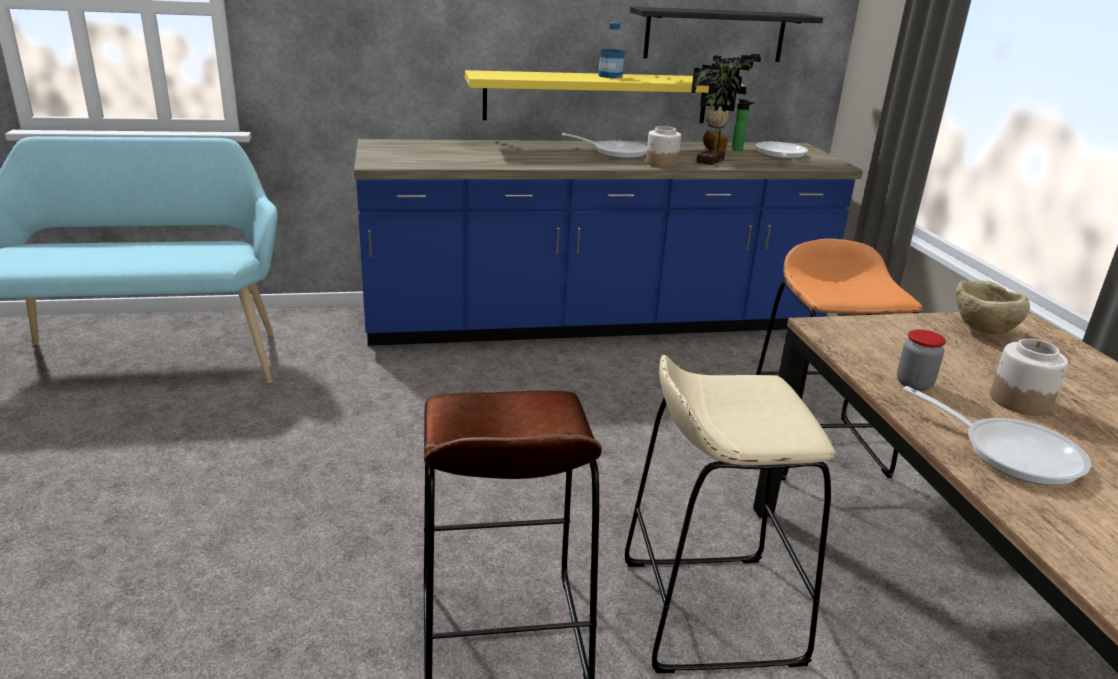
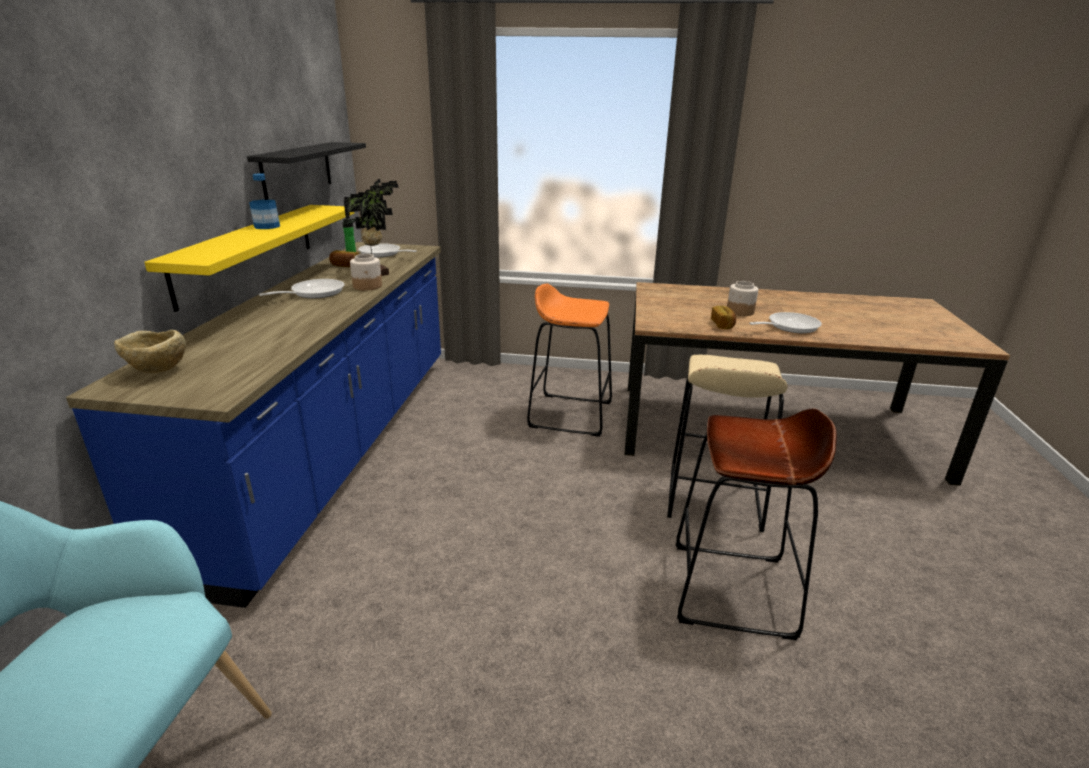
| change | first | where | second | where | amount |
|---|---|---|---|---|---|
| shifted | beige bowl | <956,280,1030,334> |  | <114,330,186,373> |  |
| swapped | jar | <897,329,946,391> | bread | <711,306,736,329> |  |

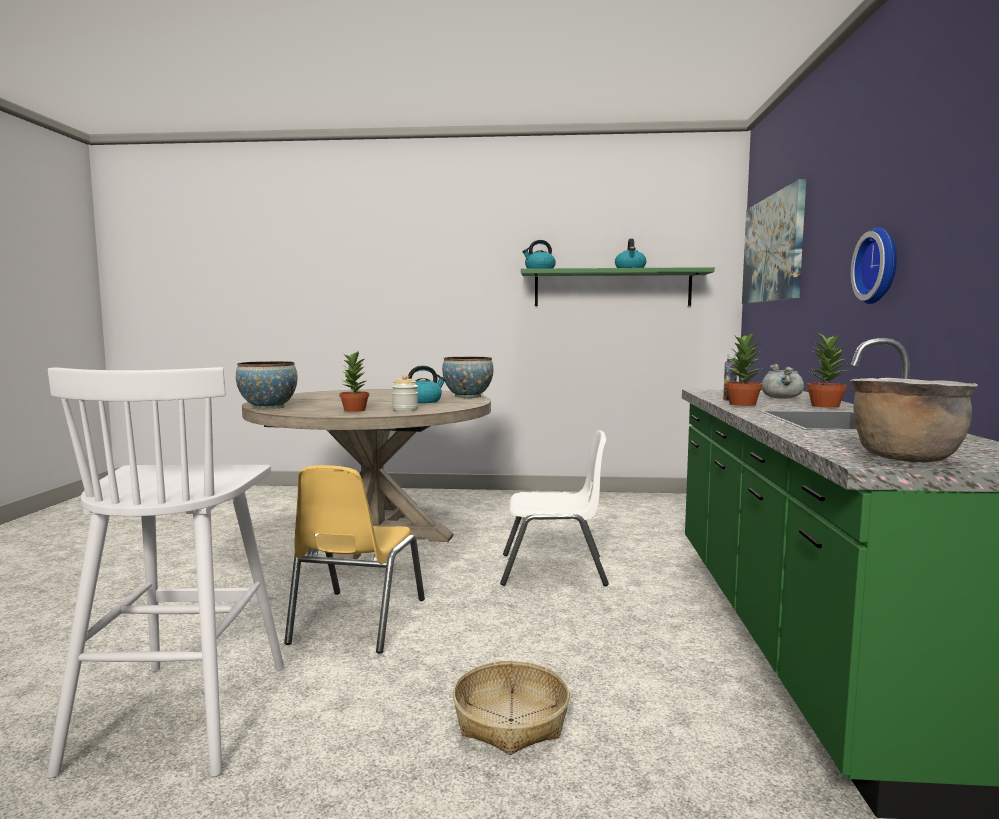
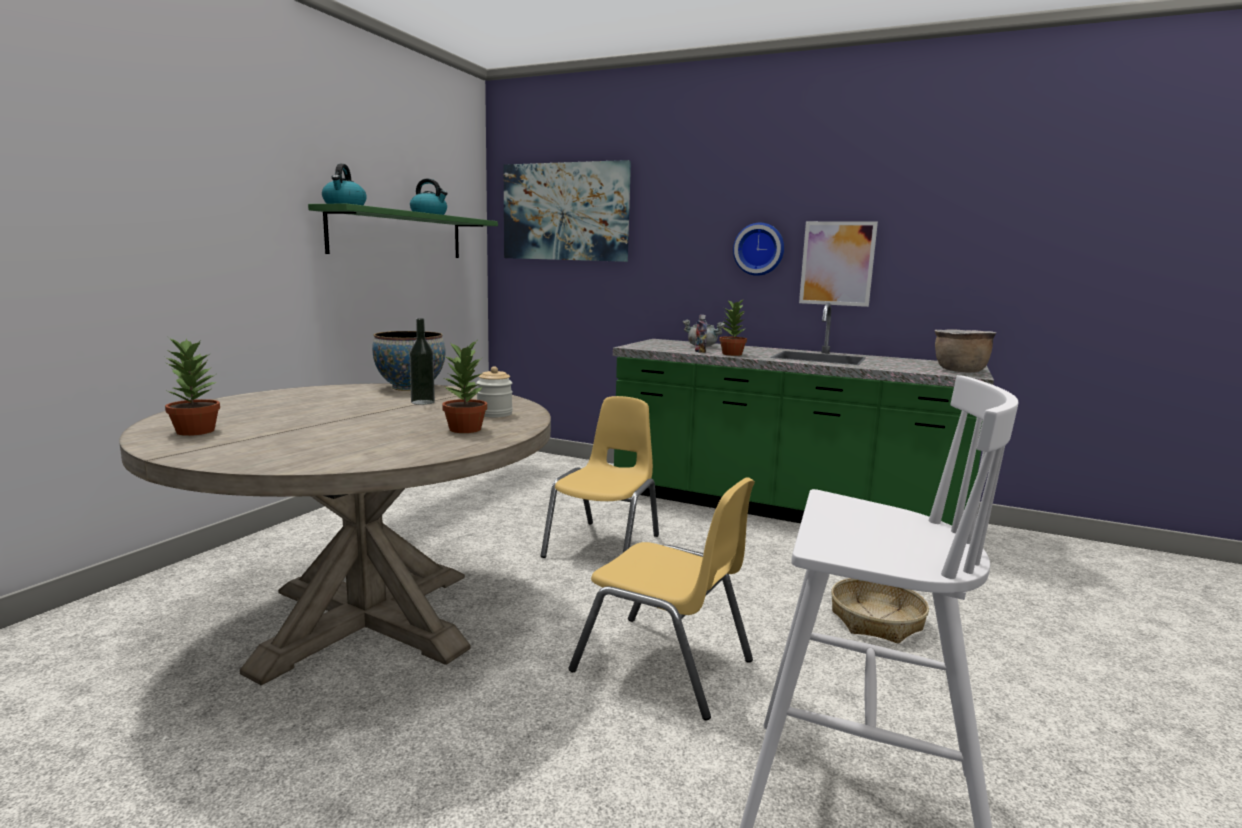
| change | first | where | second | where | amount |
|---|---|---|---|---|---|
| shifted | potted plant | <807,334,850,408> |  | <165,337,220,436> |  |
| gone | bowl | <236,361,297,410> |  |  |  |
| swapped | kettle | <408,366,446,403> | bottle | <409,318,435,405> |  |
| repainted | white chair | <500,430,609,586> | yellow chair | <541,396,659,558> |  |
| new |  |  | picture | <799,221,878,307> |  |

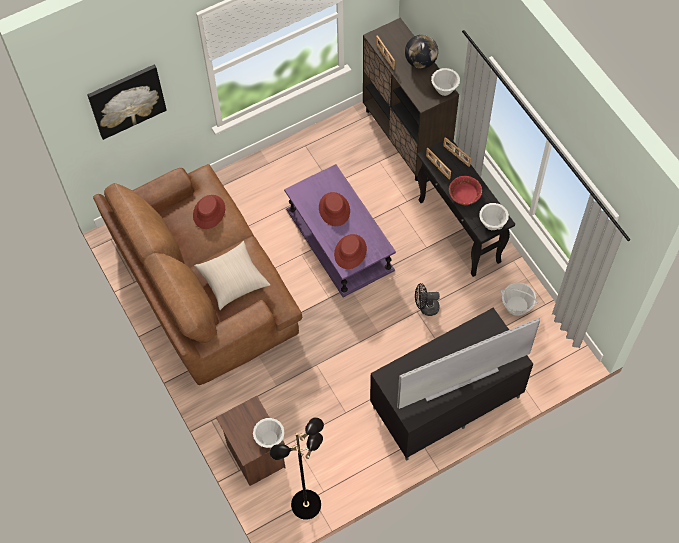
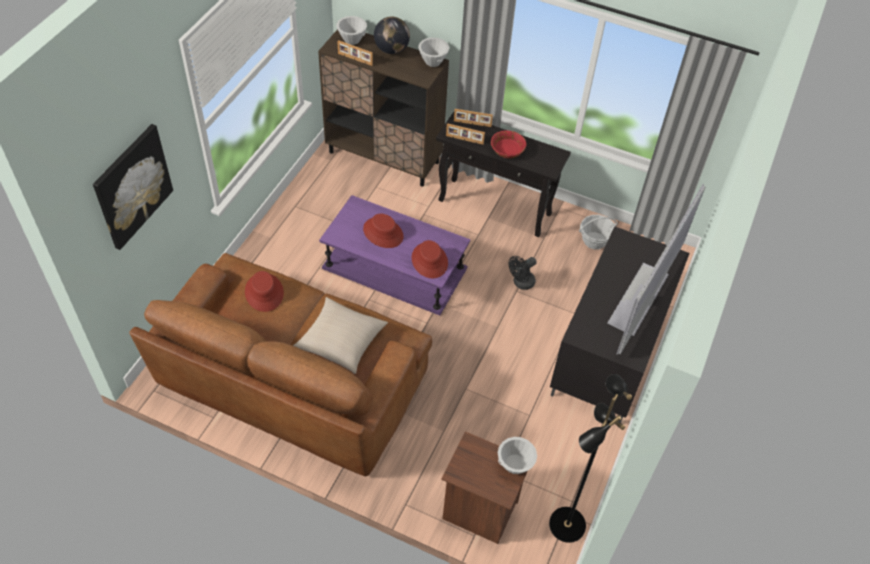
| change | first | where | second | where | amount |
|---|---|---|---|---|---|
| shifted | white bowl | <479,203,509,230> |  | <336,16,367,45> |  |

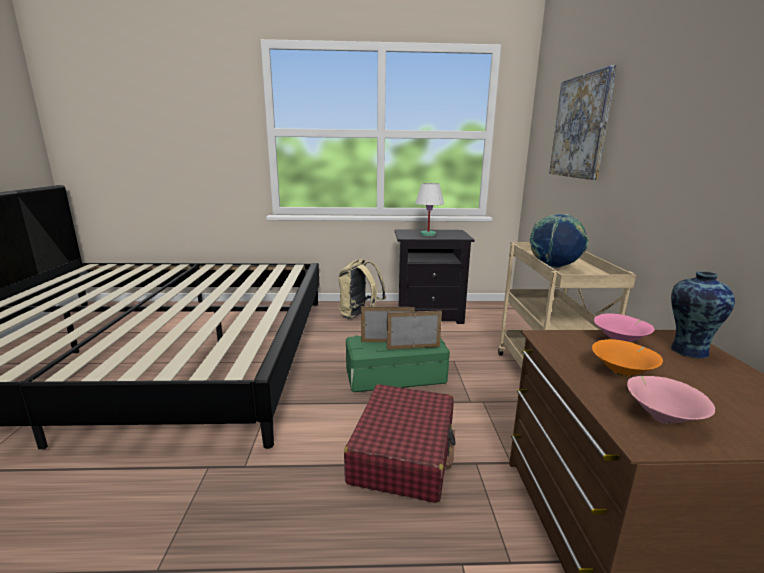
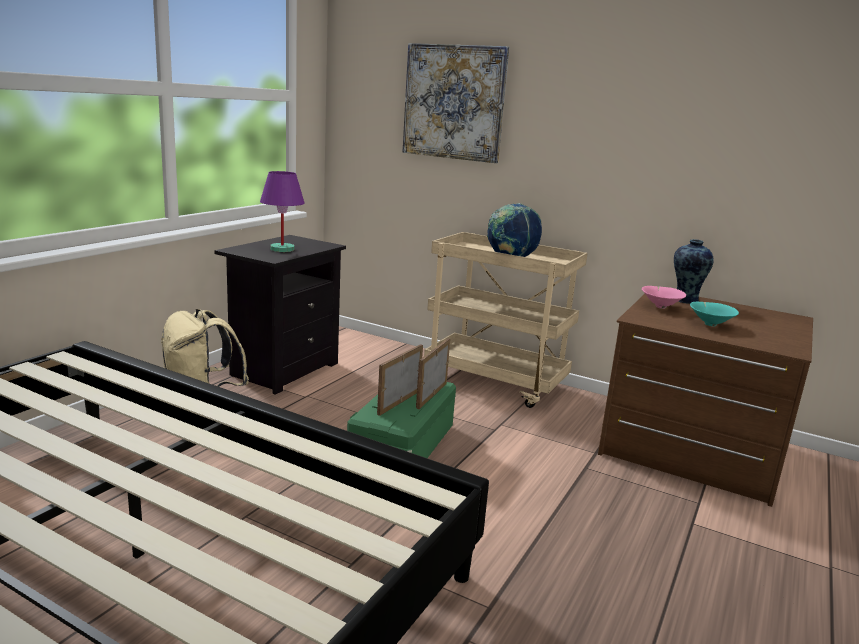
| change | first | where | second | where | amount |
|---|---|---|---|---|---|
| repainted | white table lamp | <415,183,444,236> | purple table lamp | <260,171,305,252> |  |
| repainted | orange bowl | <592,339,663,378> | turquoise bowl | <690,302,739,327> |  |
| gone | pink bowl | <627,376,715,424> |  |  |  |
| gone | red suitcase | <344,384,455,503> |  |  |  |

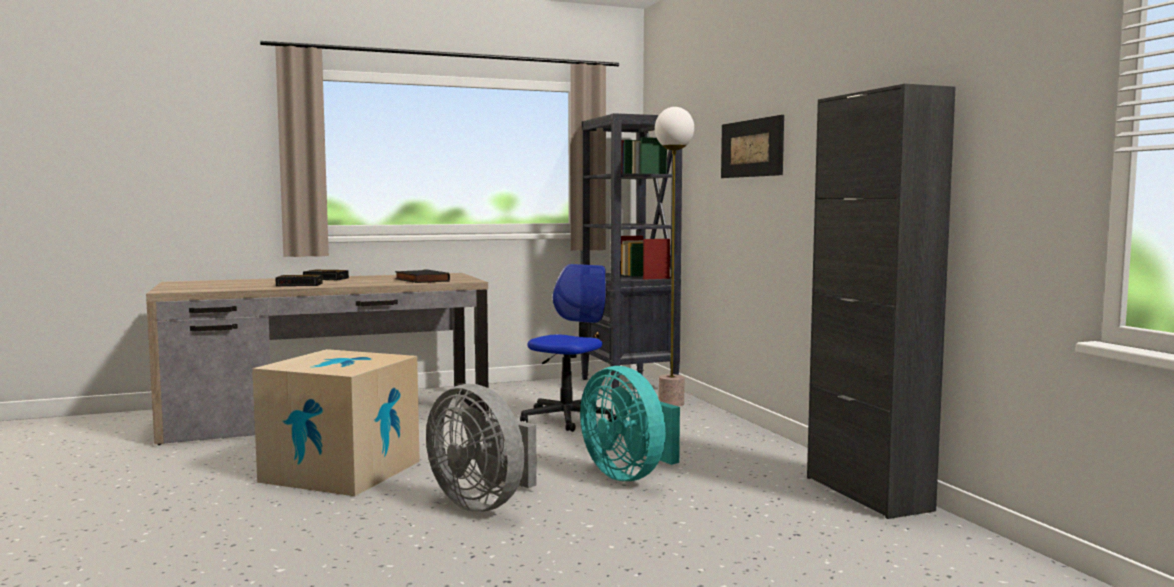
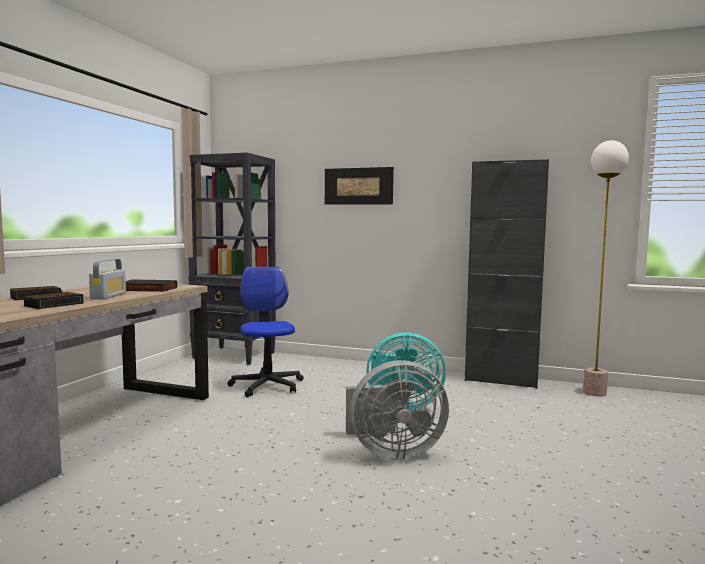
| change | first | where | second | where | amount |
|---|---|---|---|---|---|
| shifted | floor lamp | <655,107,694,406> |  | <583,140,629,396> |  |
| gone | cardboard box | <252,349,420,496> |  |  |  |
| new |  |  | radio | <89,259,126,299> |  |

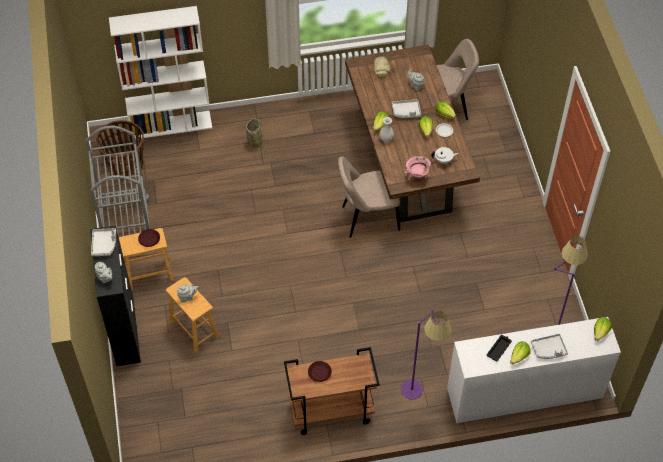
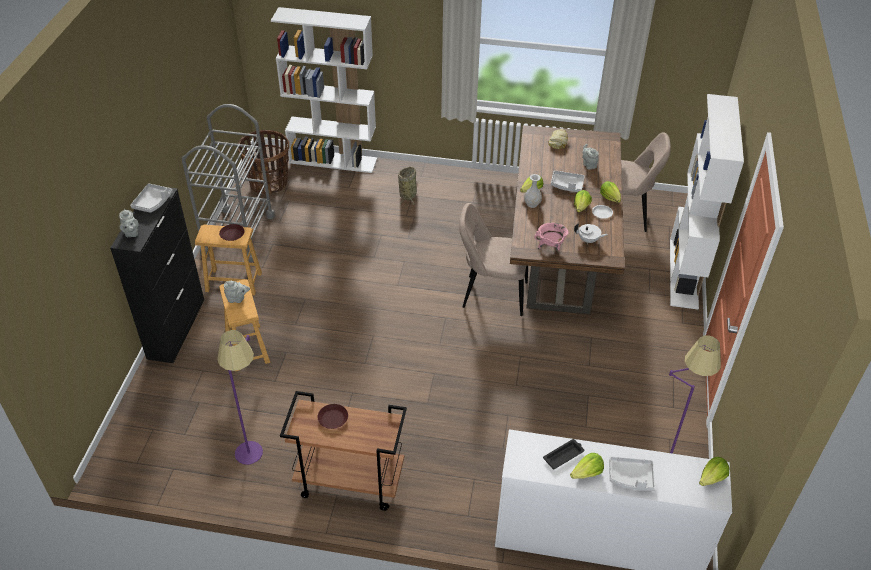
| change | first | where | second | where | amount |
|---|---|---|---|---|---|
| shifted | purple floor lamp | <401,309,451,400> |  | <217,330,263,465> |  |
| new |  |  | white bookcase | <670,94,744,310> |  |

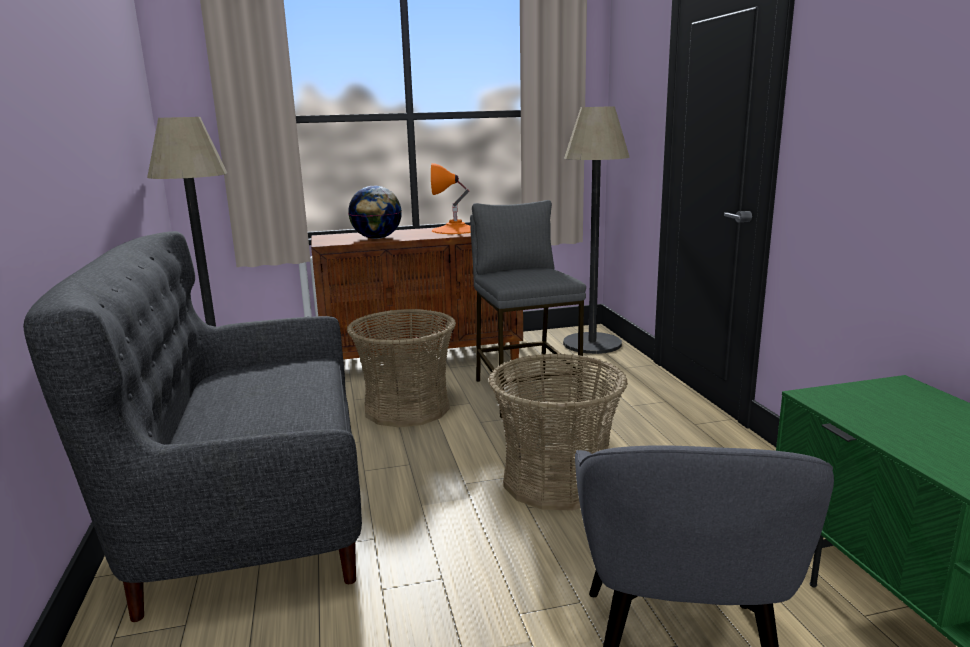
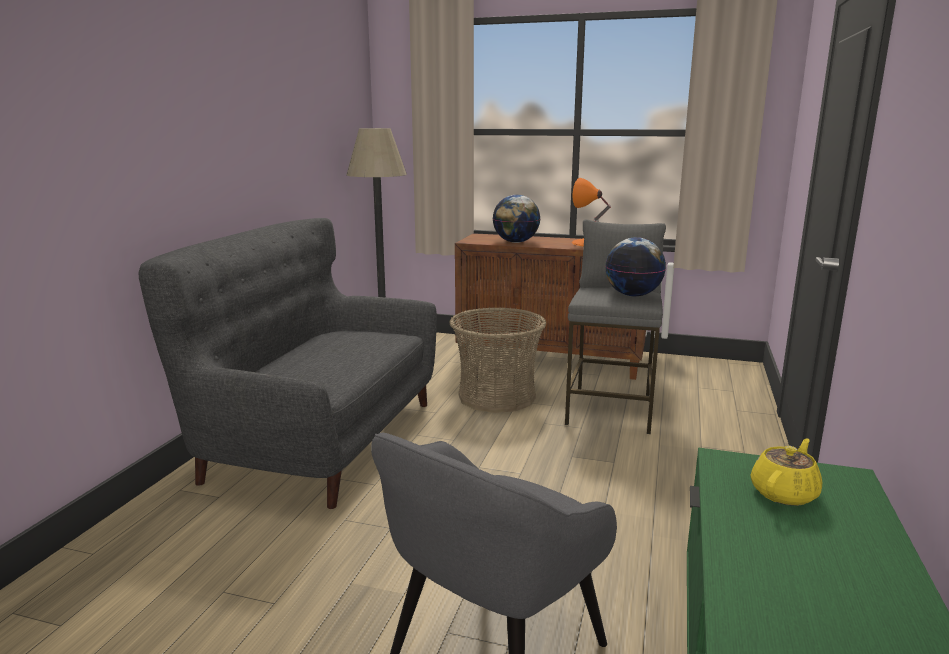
| change | first | where | second | where | amount |
|---|---|---|---|---|---|
| gone | floor lamp | <563,106,630,354> |  |  |  |
| gone | basket | <488,354,628,511> |  |  |  |
| new |  |  | globe | <605,237,666,296> |  |
| new |  |  | yellow teapot | <750,439,822,506> |  |

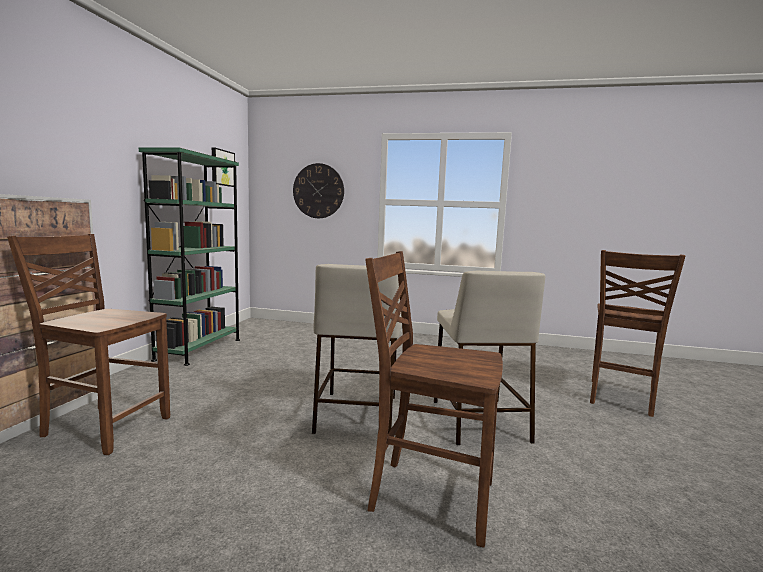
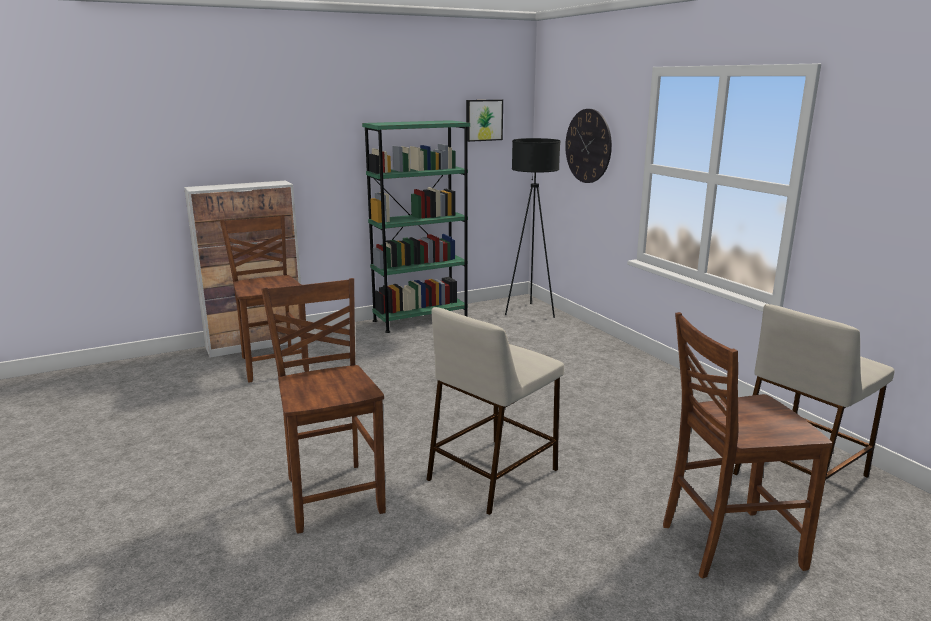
| change | first | where | second | where | amount |
|---|---|---|---|---|---|
| shifted | beige stool | <312,264,402,434> |  | <733,304,895,480> |  |
| new |  |  | black floor lamp | <505,138,561,318> |  |

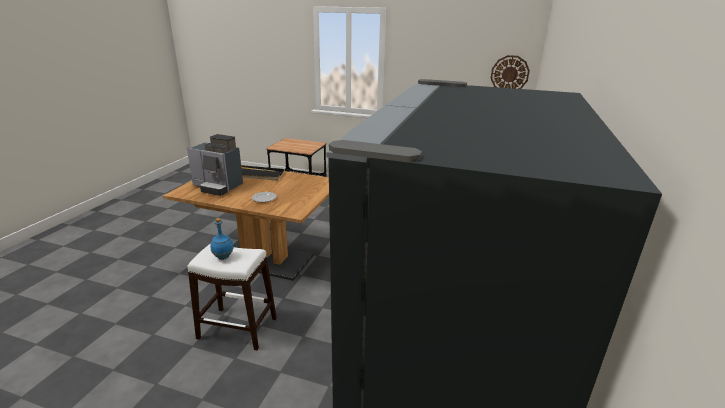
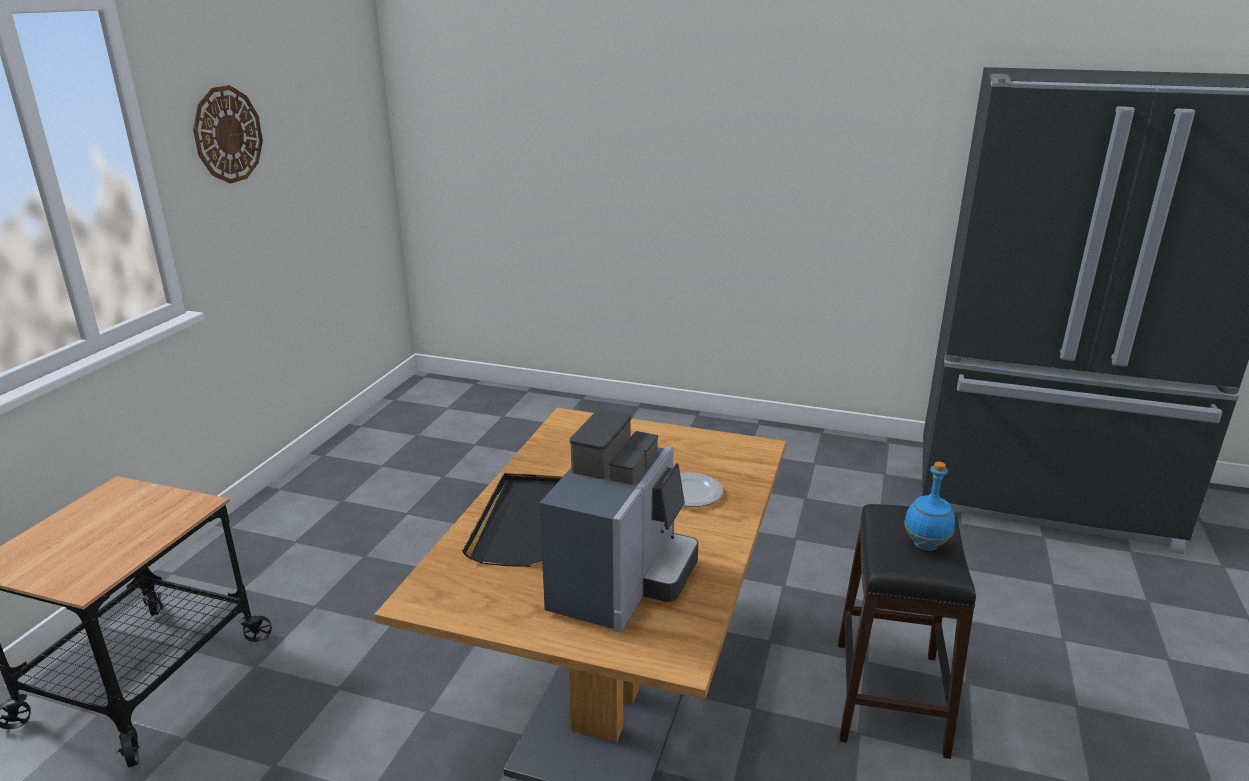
| change | first | where | second | where | amount |
|---|---|---|---|---|---|
| shifted | wall clock | <491,55,530,89> |  | <193,85,263,184> |  |
| repainted | white stool | <187,243,277,350> | black stool | <838,504,976,759> |  |

